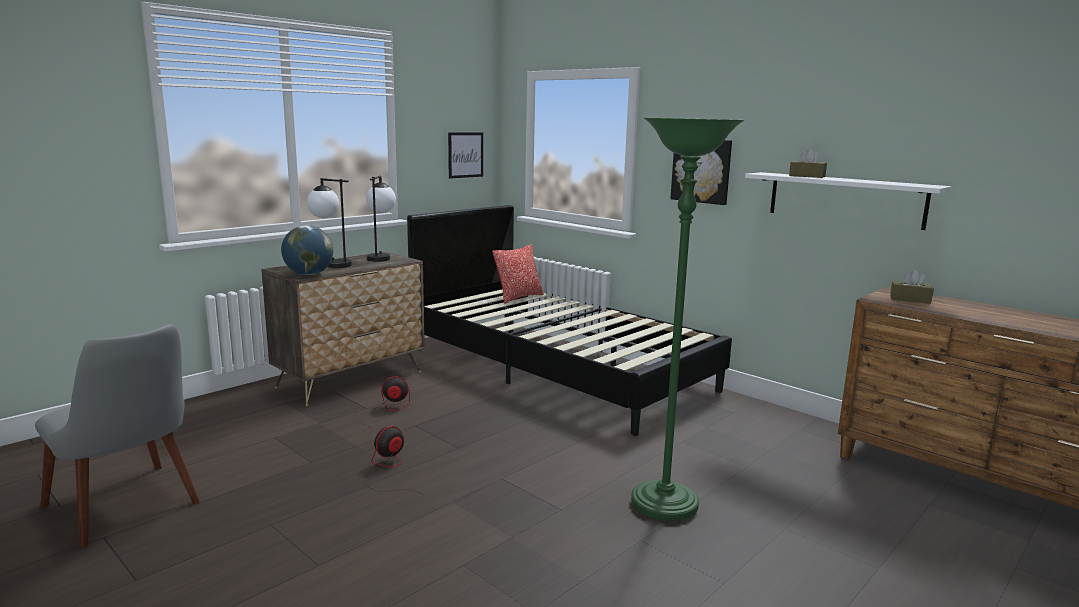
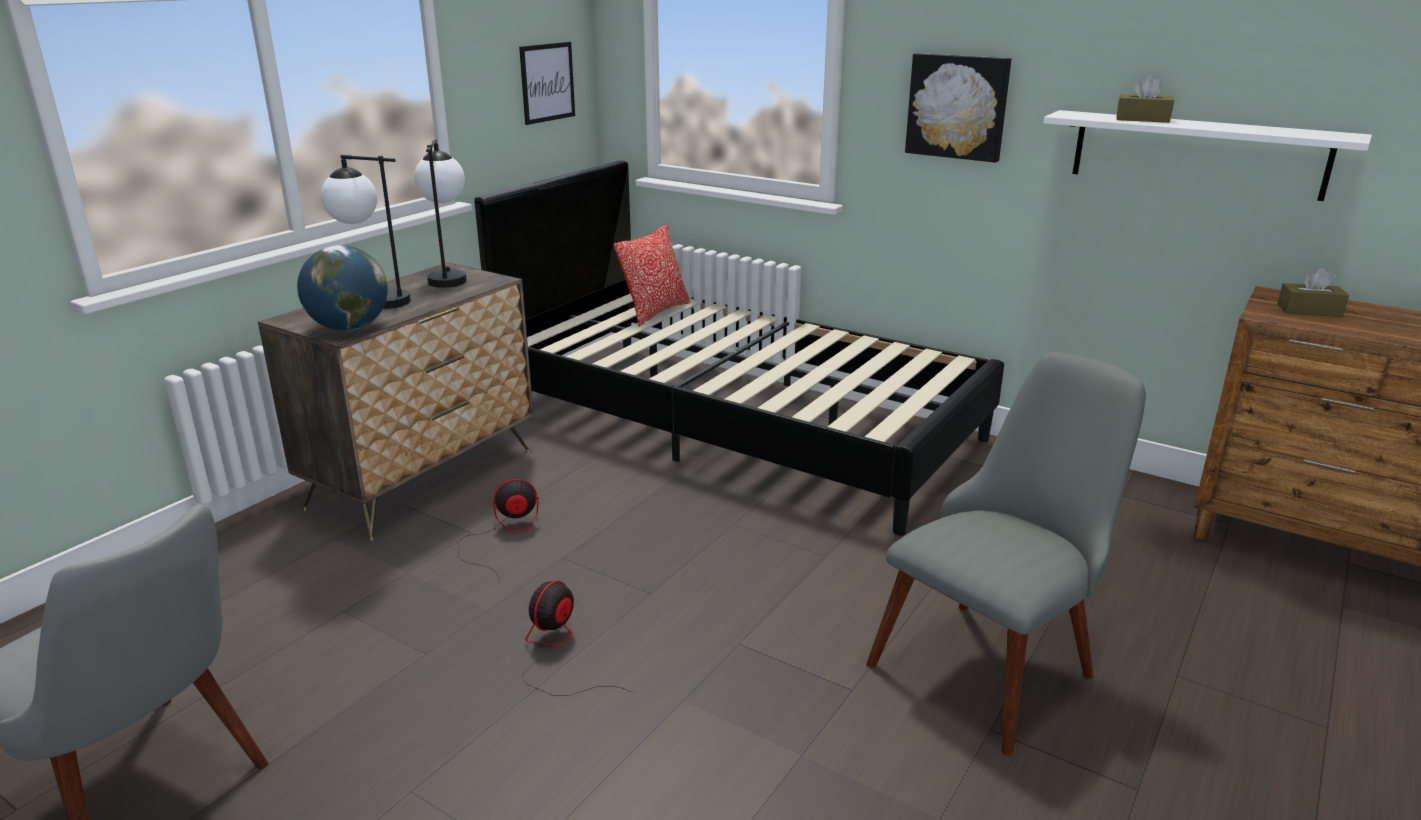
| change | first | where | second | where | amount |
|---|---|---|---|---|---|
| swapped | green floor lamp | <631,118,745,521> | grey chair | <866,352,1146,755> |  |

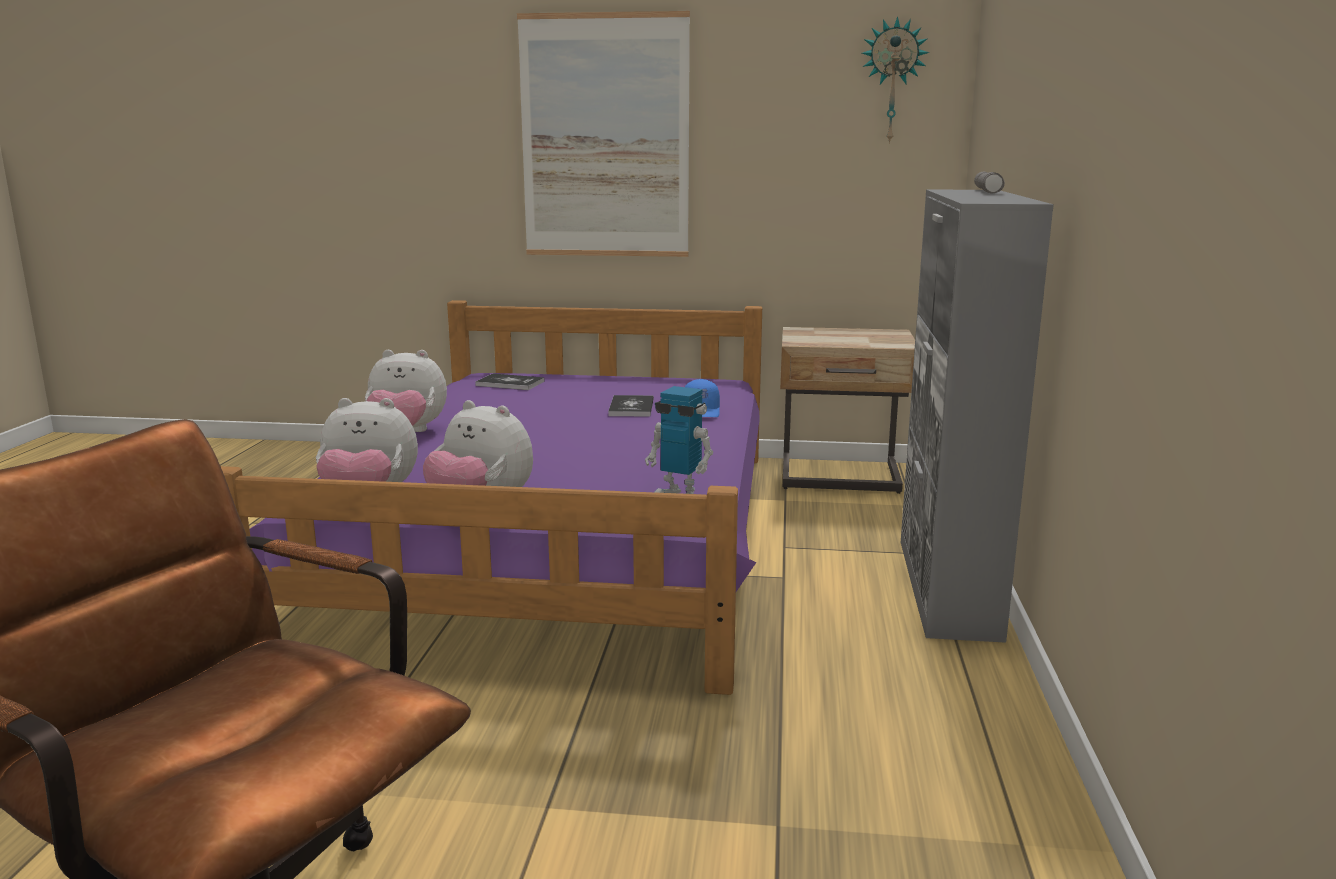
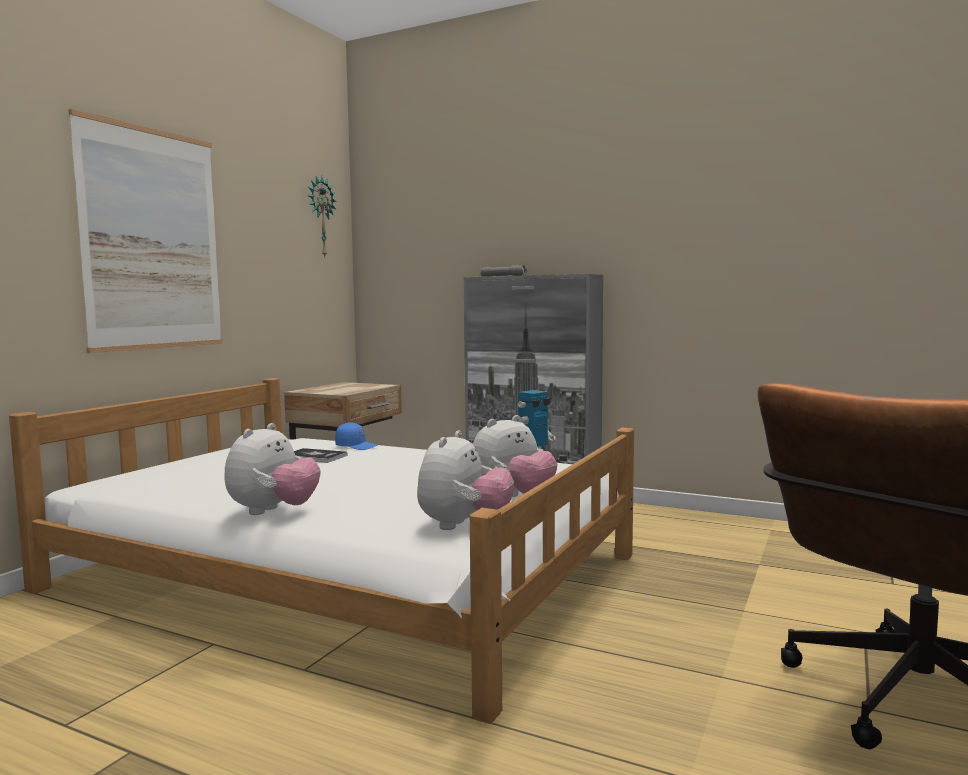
| change | first | where | second | where | amount |
|---|---|---|---|---|---|
| repainted | purple bed | <221,300,762,695> | white bed | <9,378,634,724> |  |
| gone | book | <475,374,544,390> |  |  |  |

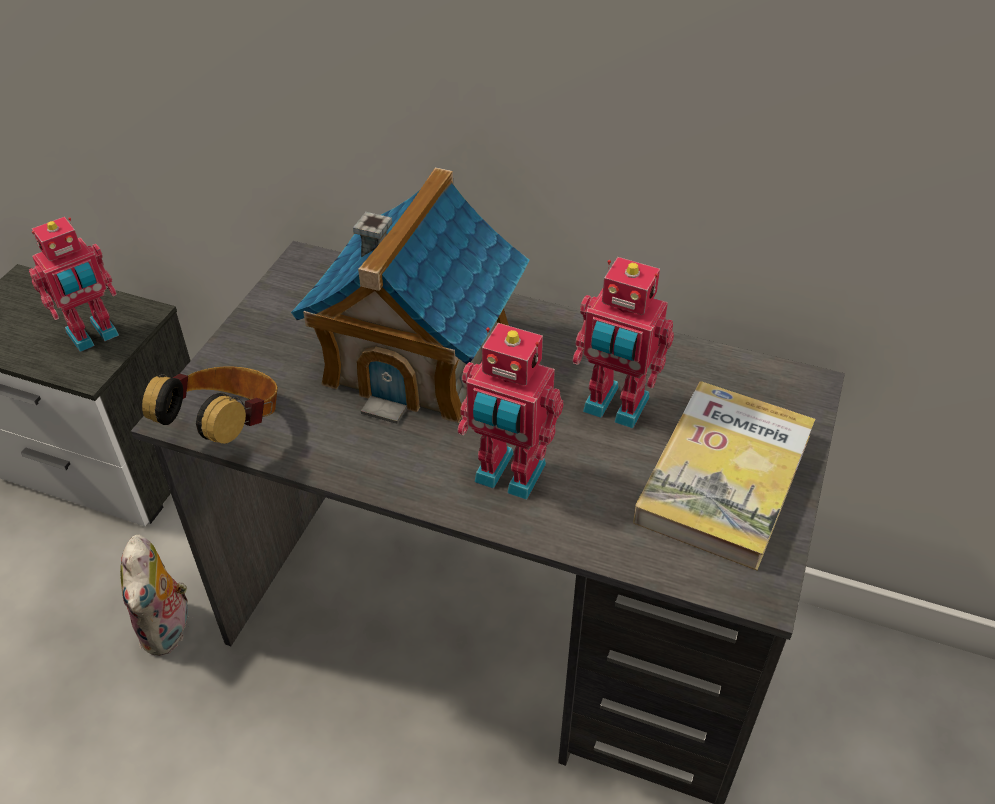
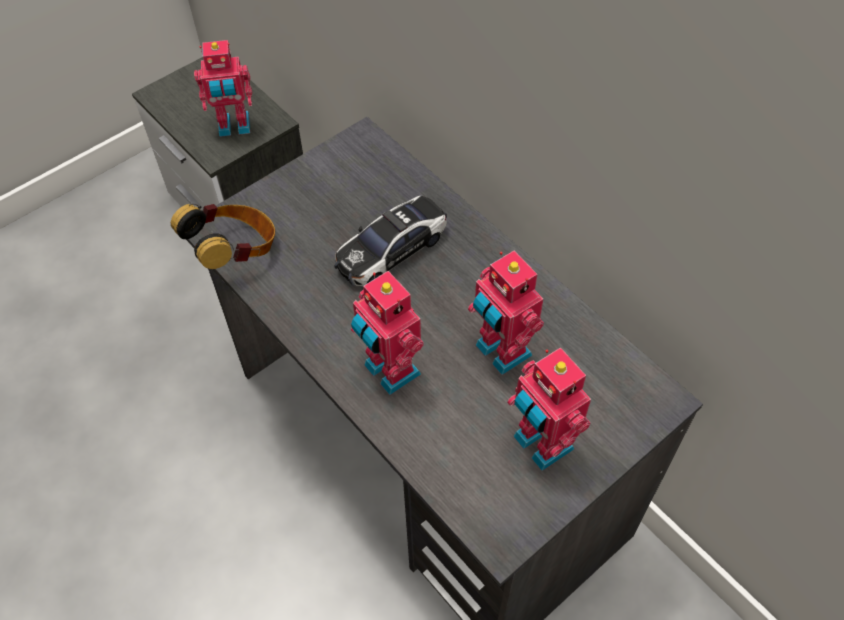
| change | first | where | second | where | amount |
|---|---|---|---|---|---|
| swapped | toy house | <291,167,530,424> | toy car | <335,196,447,286> |  |
| swapped | book | <633,381,815,571> | toy robot | <507,347,591,471> |  |
| gone | plush toy | <120,535,189,656> |  |  |  |

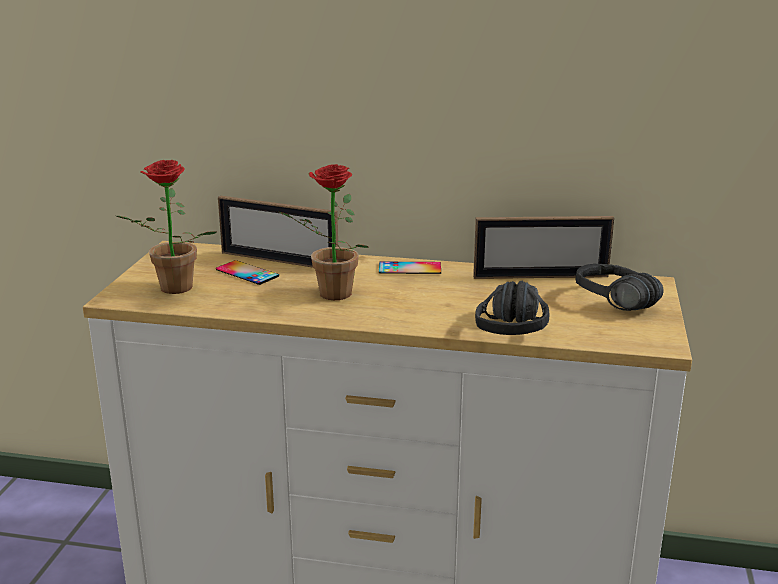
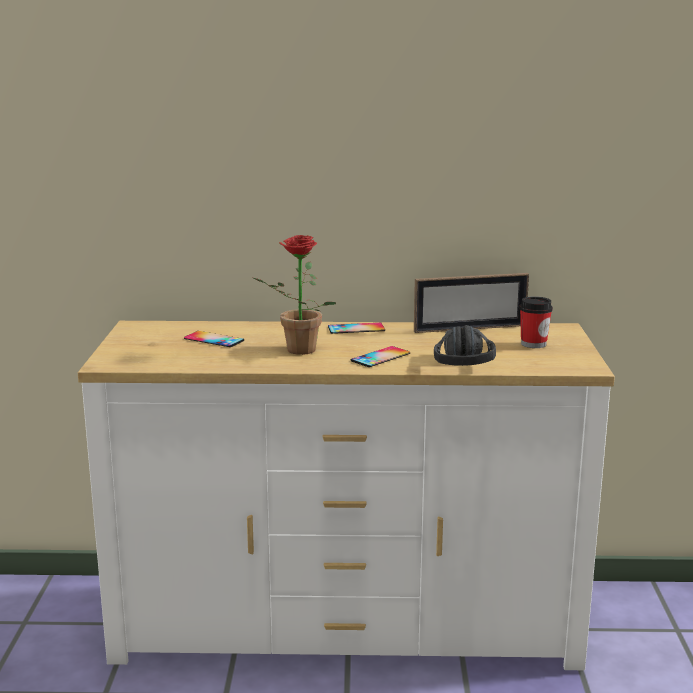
| change | first | where | second | where | amount |
|---|---|---|---|---|---|
| gone | potted plant | <116,160,217,294> |  |  |  |
| gone | picture frame | <218,195,338,268> |  |  |  |
| swapped | black headphones | <576,264,664,311> | cup | <519,296,553,348> |  |
| new |  |  | phone | <351,346,410,367> |  |

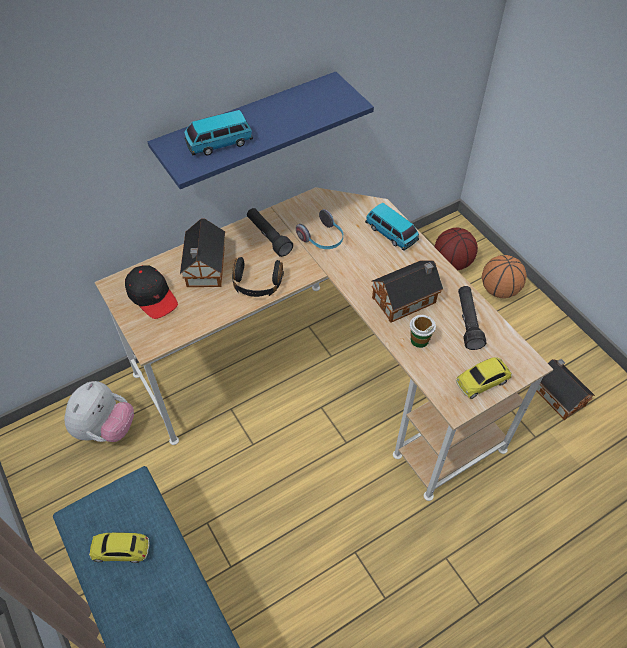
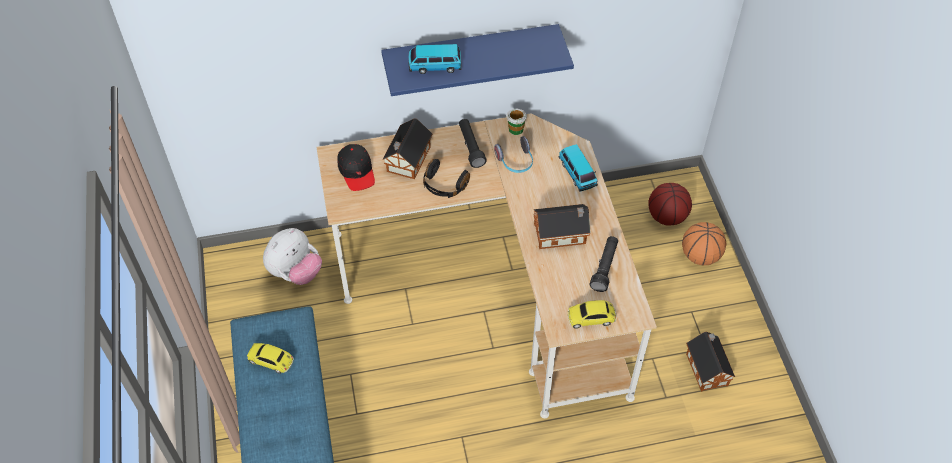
| change | first | where | second | where | amount |
|---|---|---|---|---|---|
| shifted | cup | <410,315,436,348> |  | <507,109,527,135> |  |

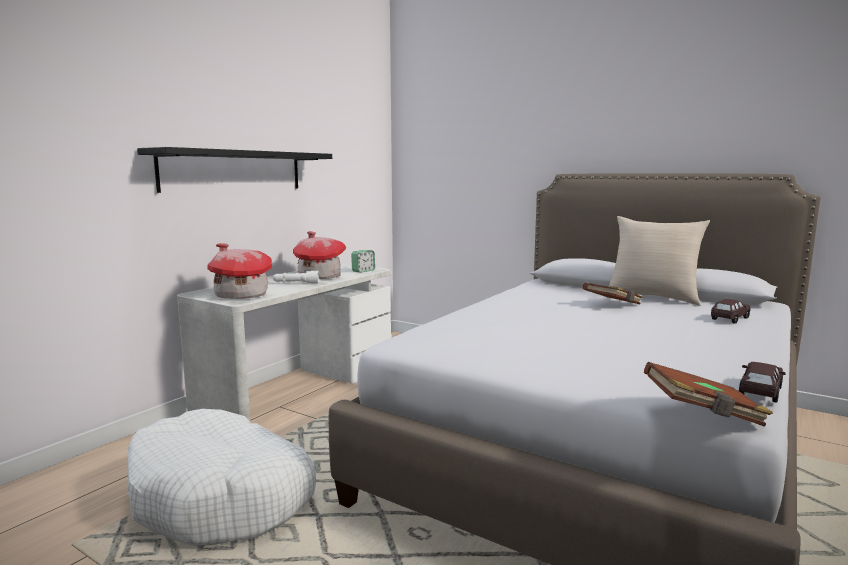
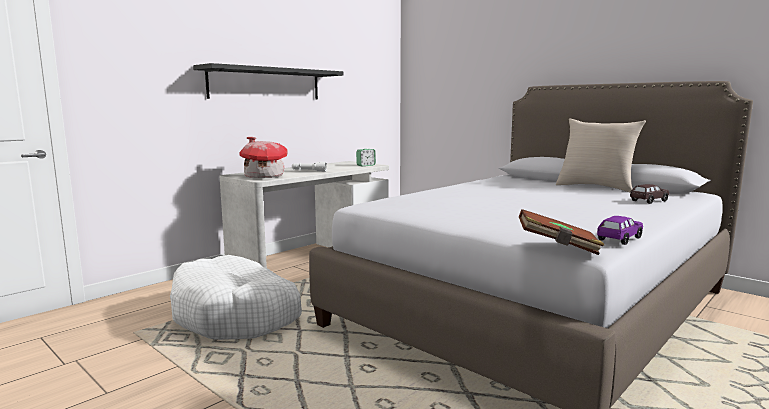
| change | first | where | second | where | amount |
|---|---|---|---|---|---|
| gone | toy house | <293,231,346,279> |  |  |  |
| gone | brown book | <583,283,643,304> |  |  |  |
| repainted | brown toy car | <739,362,786,403> | purple toy car | <597,216,643,245> |  |

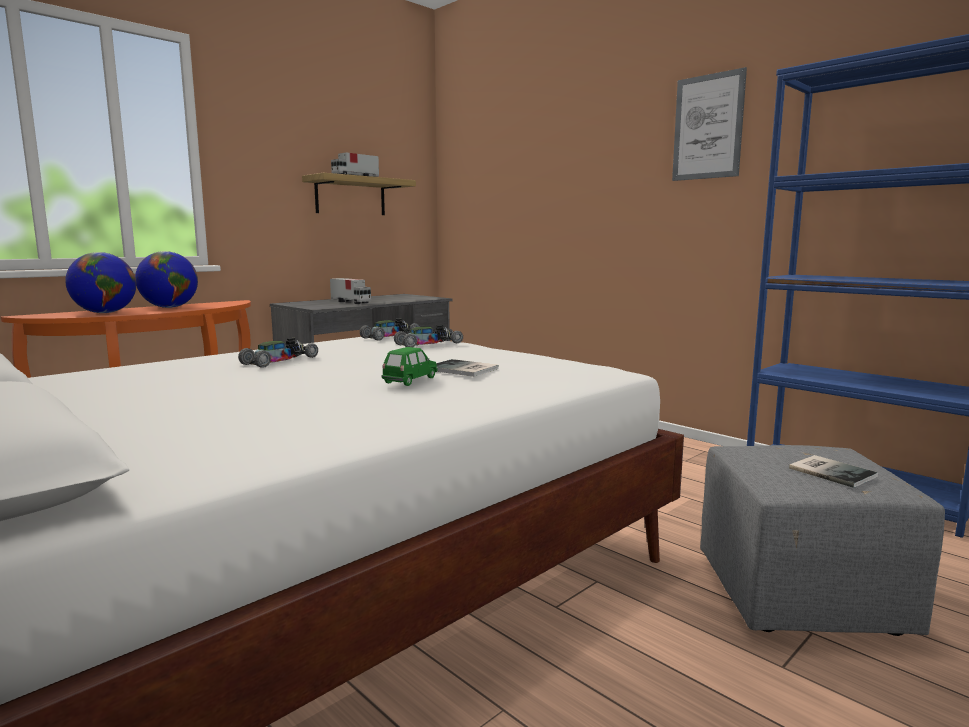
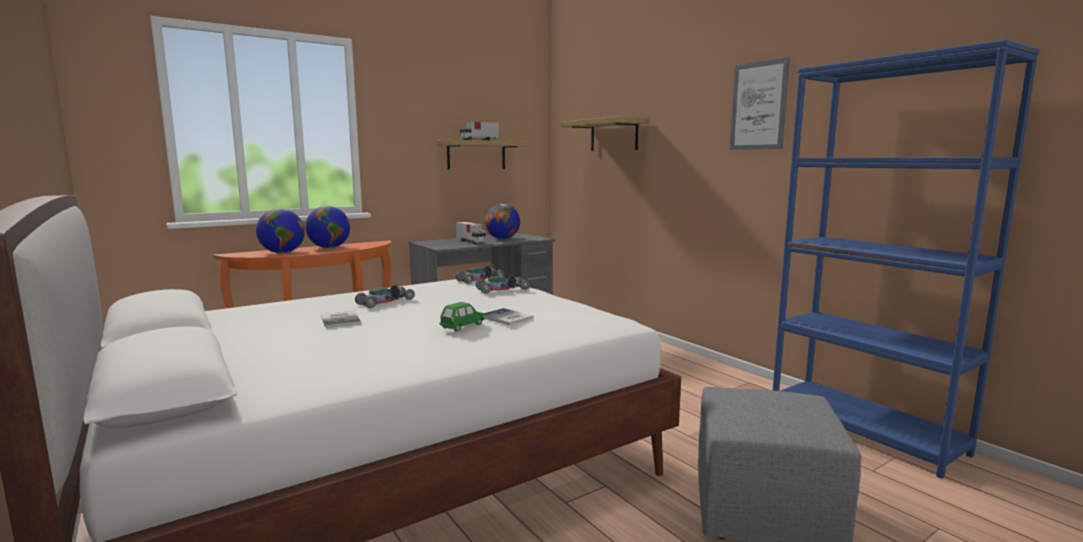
| change | first | where | second | where | amount |
|---|---|---|---|---|---|
| shifted | book | <789,455,878,488> |  | <321,311,361,328> |  |
| new |  |  | shelf | <561,116,647,151> |  |
| new |  |  | globe | <485,204,520,239> |  |

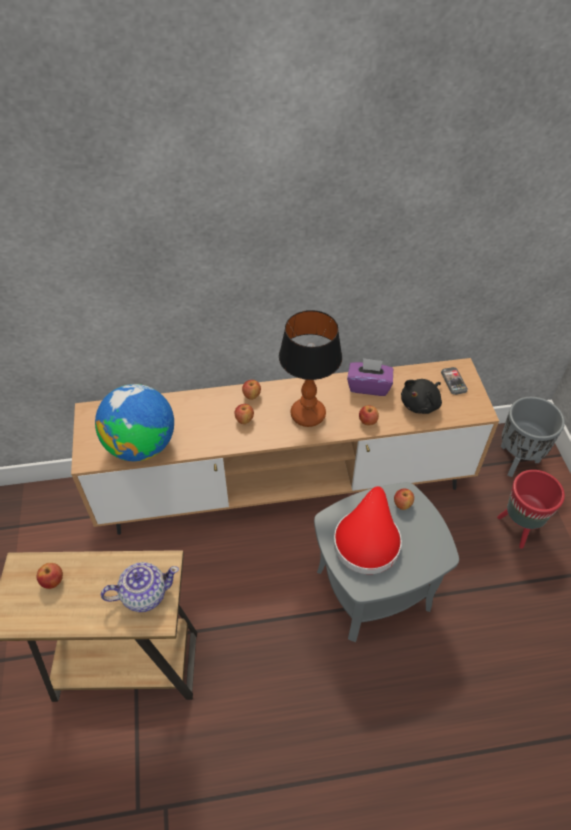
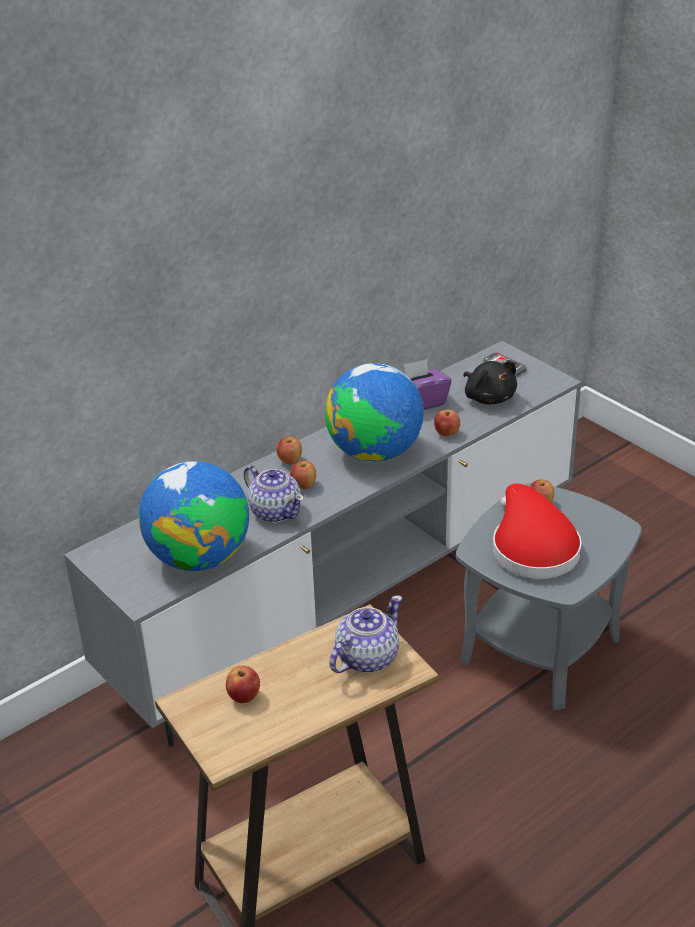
| change | first | where | second | where | amount |
|---|---|---|---|---|---|
| swapped | table lamp | <279,310,342,427> | globe | <325,363,423,462> |  |
| repainted | brown tv stand | <71,358,499,535> | grey tv stand | <64,341,581,747> |  |
| rotated | black plush toy | <401,379,442,414> |  | <463,361,517,404> | 45 degrees counterclockwise |
| gone | grey planter | <501,397,565,477> |  |  |  |
| gone | red planter | <497,470,565,549> |  |  |  |
| new |  |  | teapot | <244,465,304,523> |  |

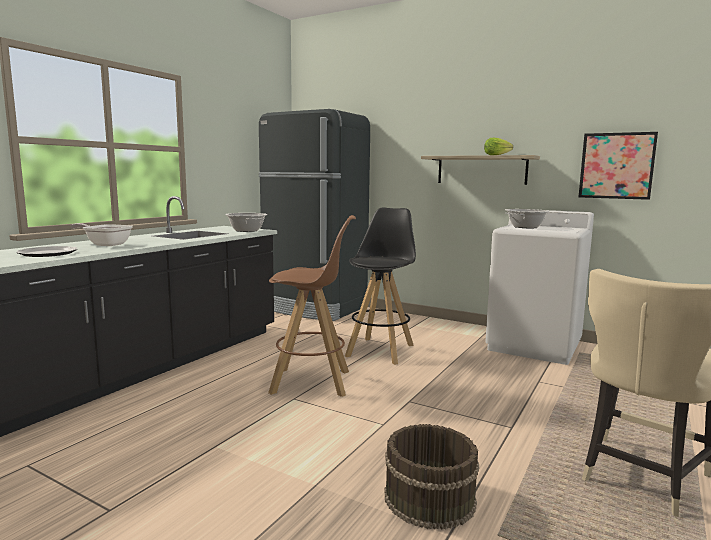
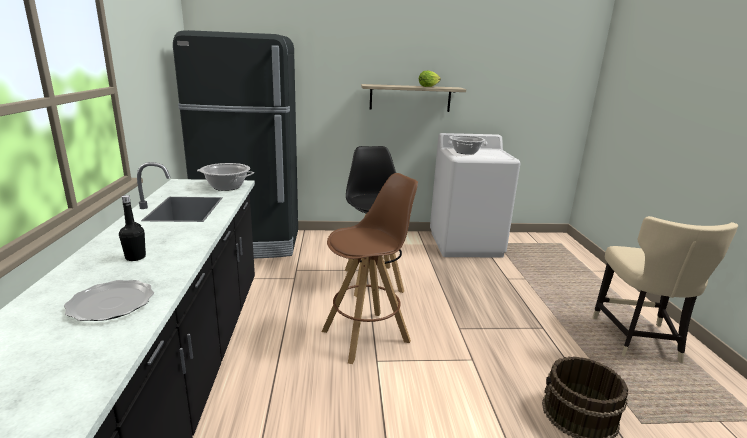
| change | first | where | second | where | amount |
|---|---|---|---|---|---|
| gone | picture | <579,132,658,200> |  |  |  |
| swapped | frying pan | <71,223,133,246> | black bottle | <119,195,146,261> |  |

